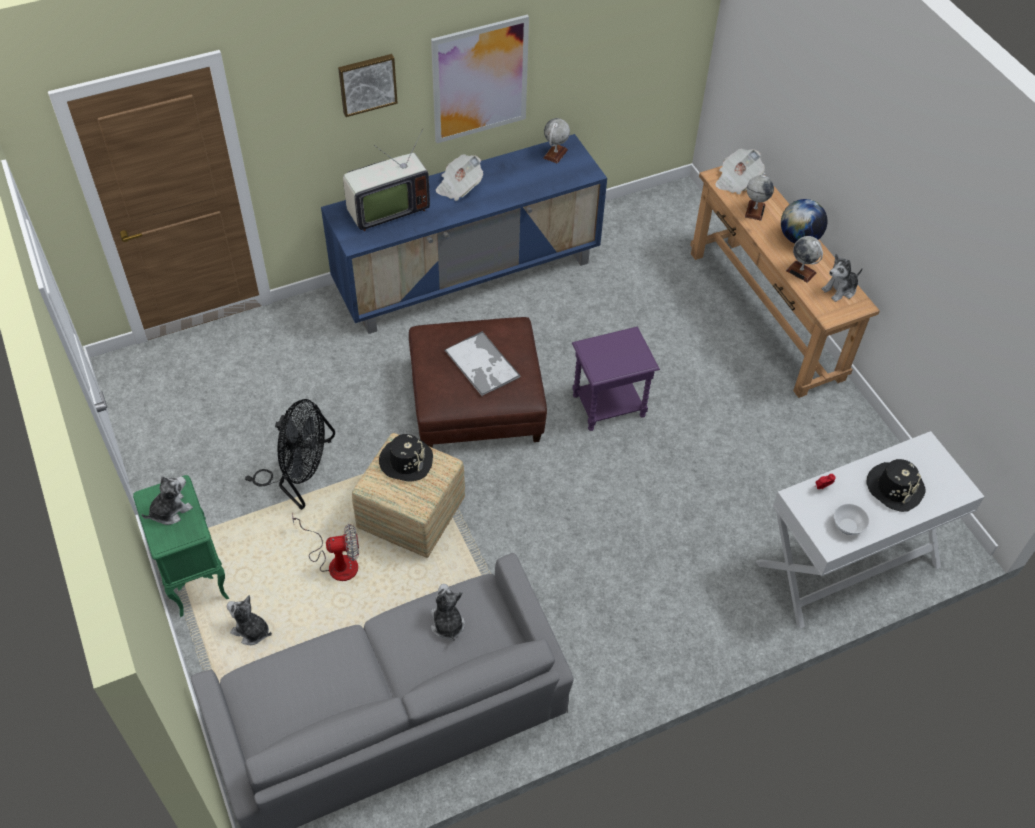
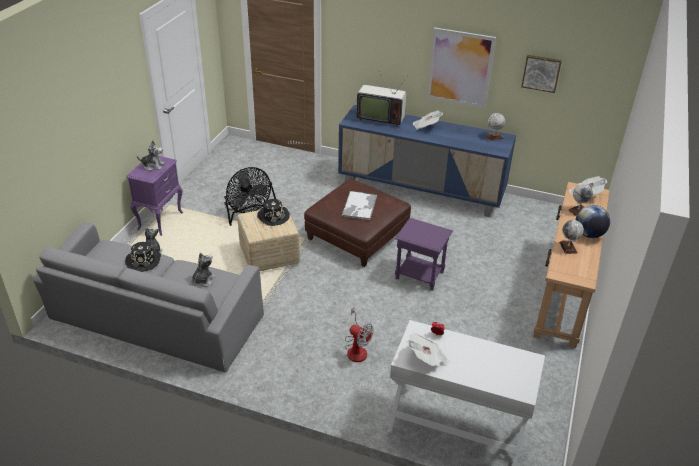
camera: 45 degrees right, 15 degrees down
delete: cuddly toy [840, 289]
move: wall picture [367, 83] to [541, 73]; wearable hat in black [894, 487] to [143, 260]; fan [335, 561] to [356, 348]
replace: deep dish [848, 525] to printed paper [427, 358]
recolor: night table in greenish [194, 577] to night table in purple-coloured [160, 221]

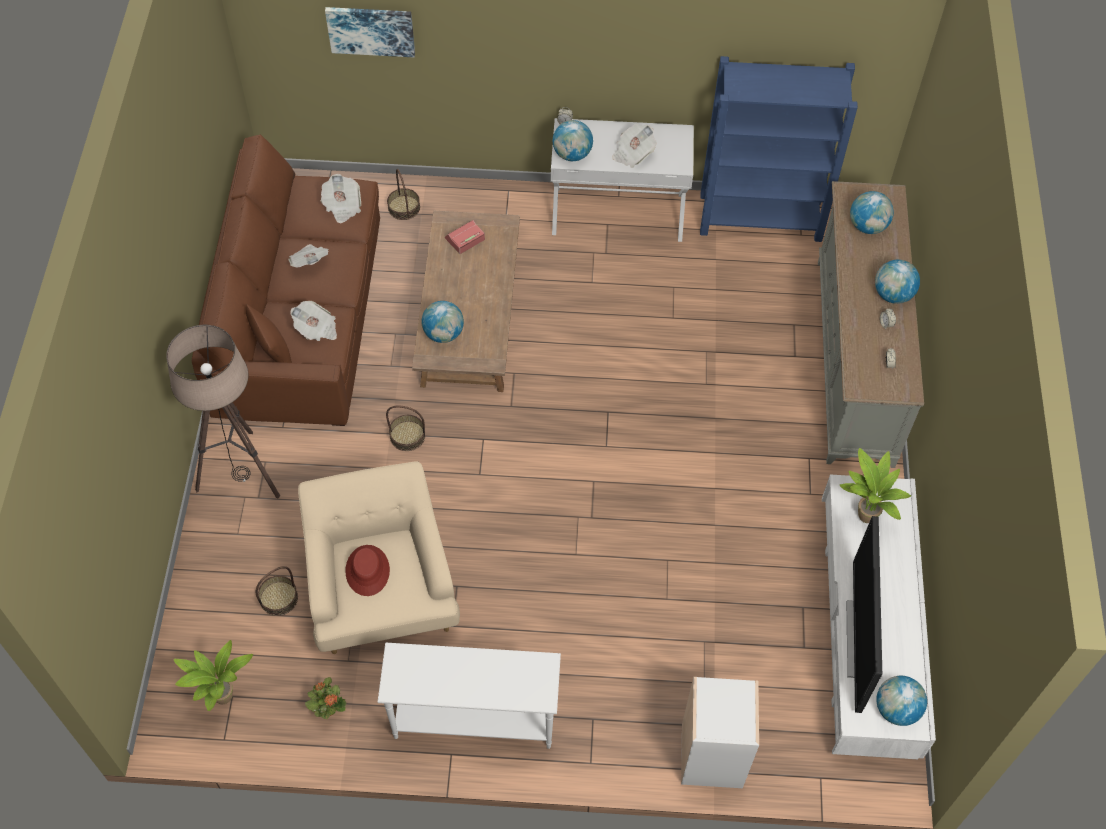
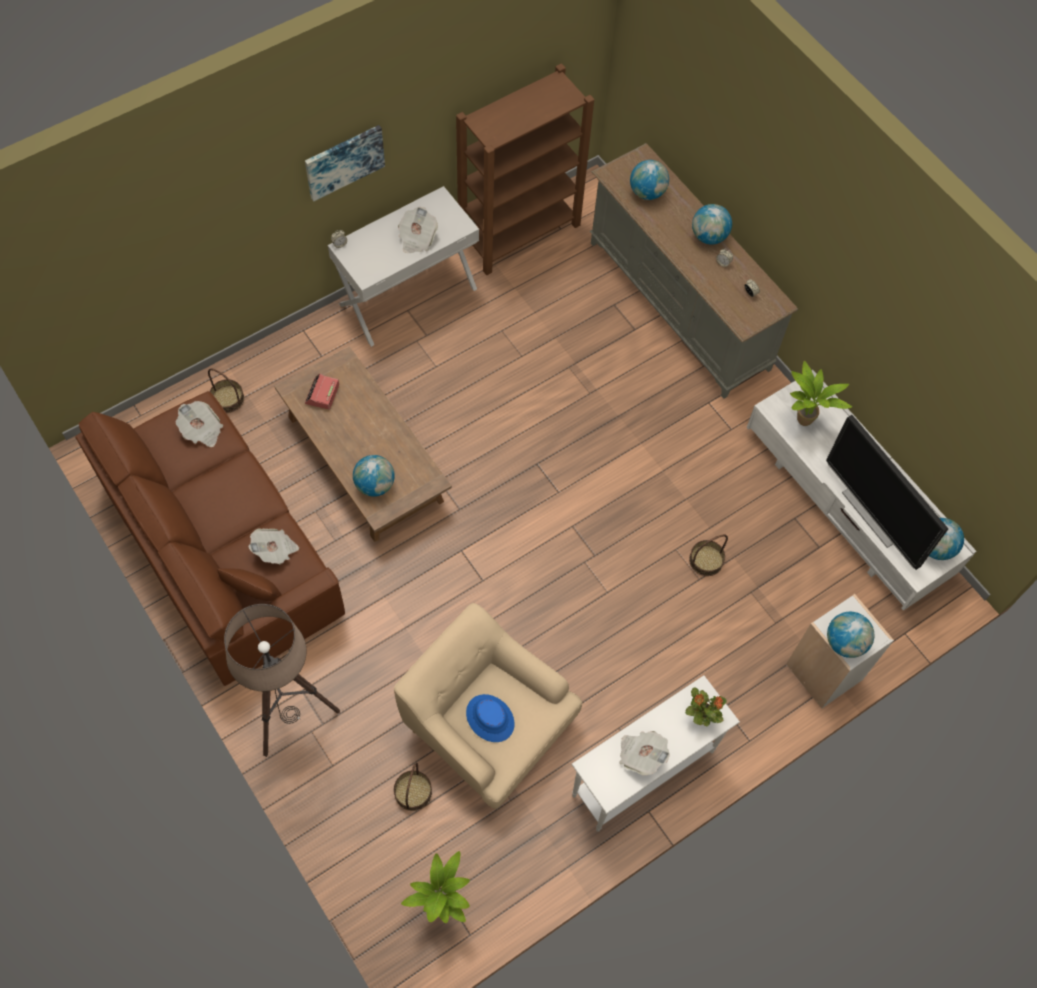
camera: 40 degrees left, 5 degrees up
move: wall picture [371, 30] to [344, 161]; desk globe [572, 154] to [845, 642]; printed paper [309, 262] to [641, 754]; storage basket [407, 436] to [706, 560]; plant in a pot [329, 709] to [701, 715]
recolor: bookshelf in bluish [760, 217] to bookshelf in brown-coloured [519, 232]; wearable hat in red [368, 570] to wearable hat in bluish [490, 718]

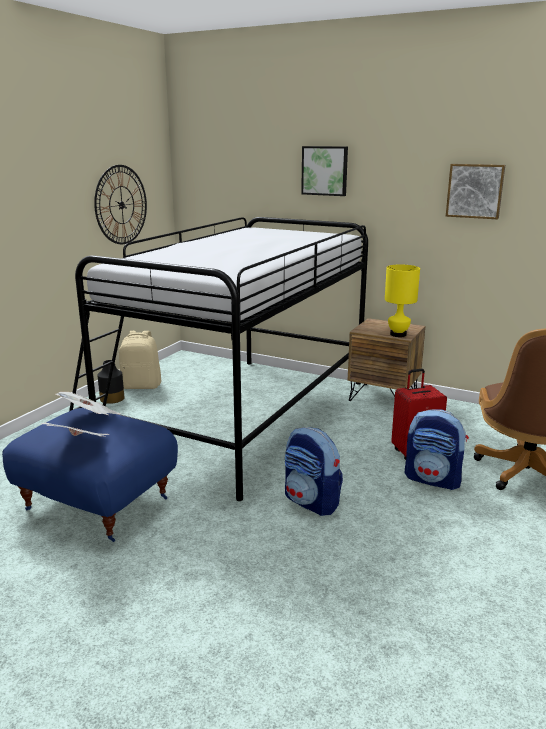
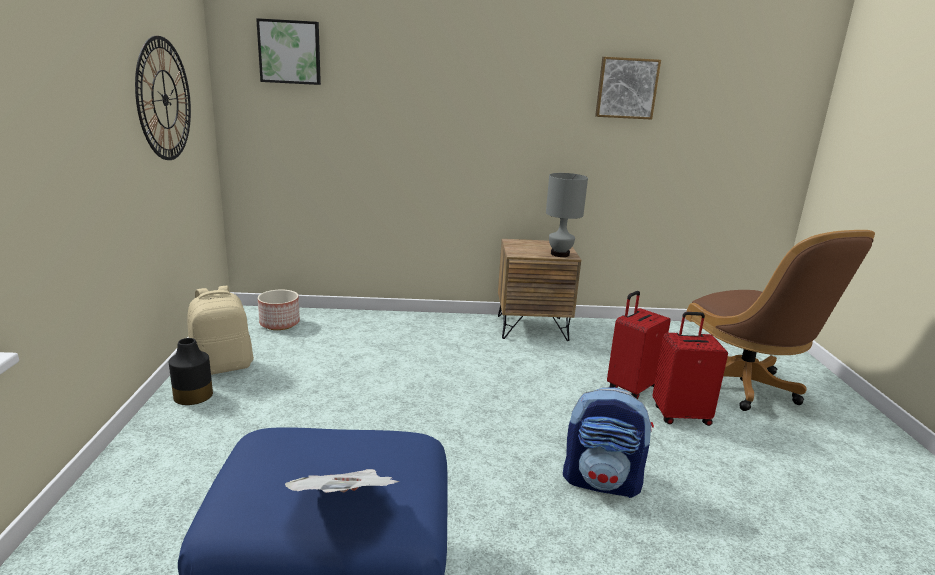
camera: 30 degrees left, 0 degrees up
delete: bedroom bed in black [240, 417]; printed paper [90, 418]
insert: flower pot [280, 323]
move: wall picture [325, 170] to [290, 52]
replace: rucksack [433, 479] to suitcase in red [680, 415]
recolor: tabletop lamp in yellowish [398, 334] to tabletop lamp in gray [560, 254]

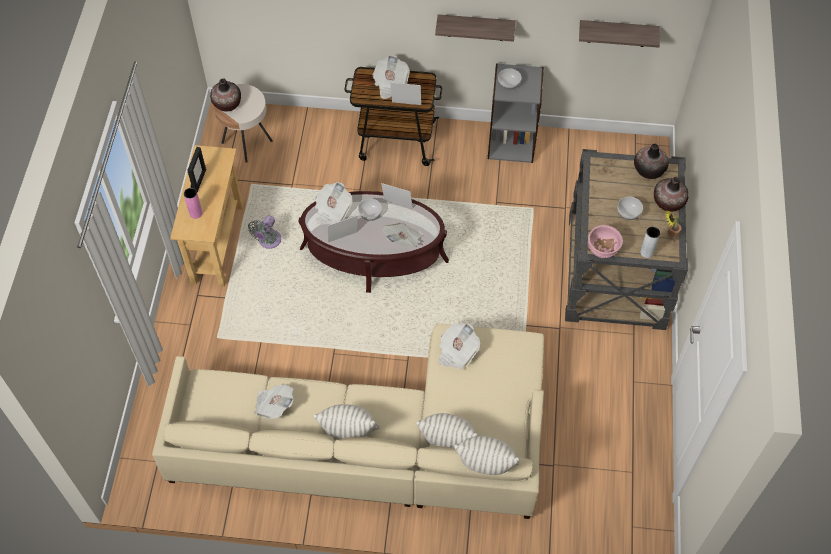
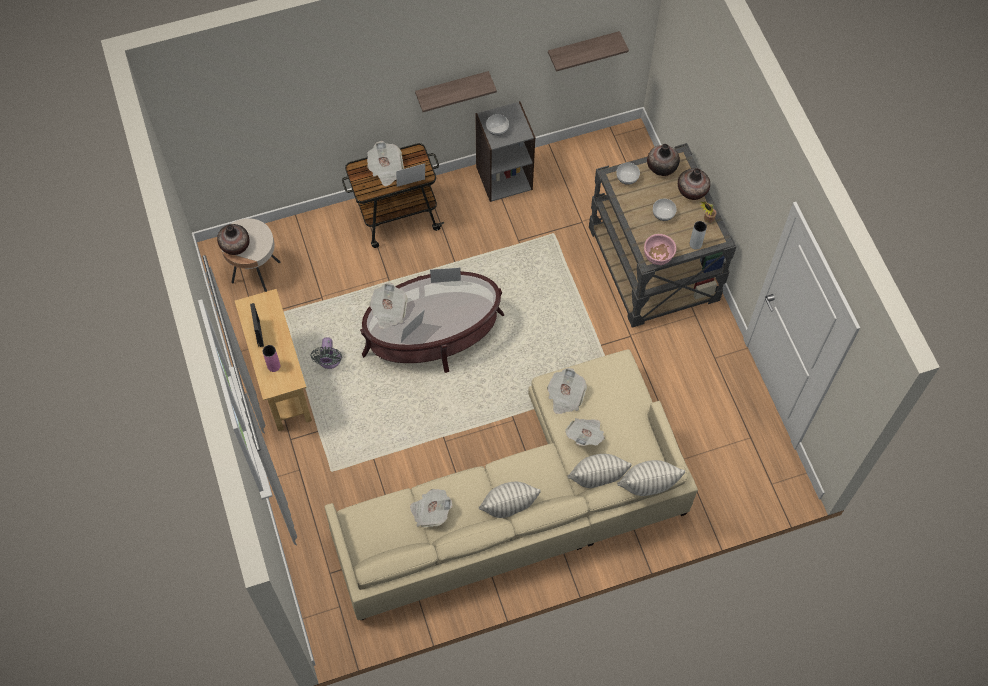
camera: 25 degrees left, 5 degrees up
move: deep dish [370, 214] to [626, 178]; printed paper [403, 240] to [585, 435]

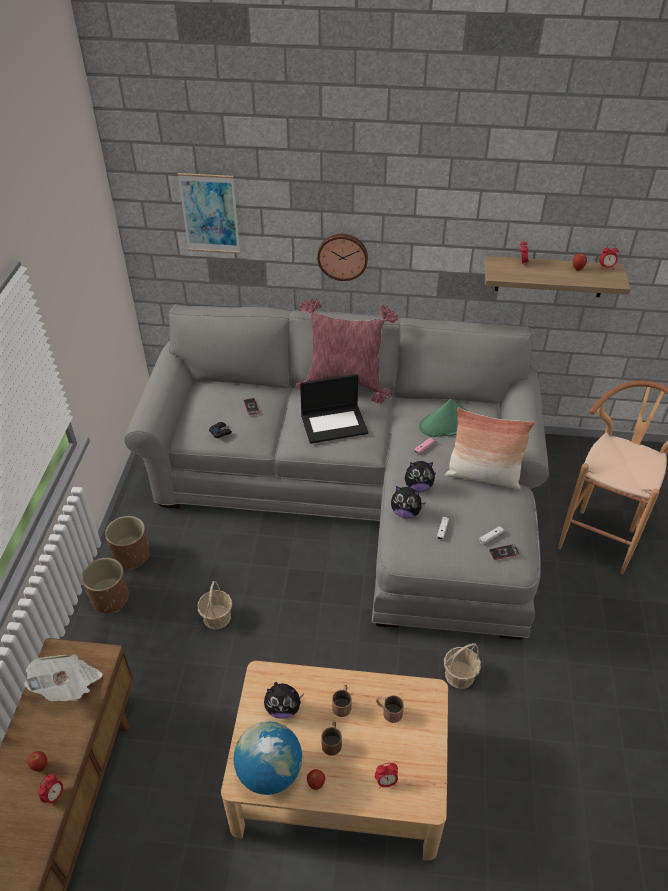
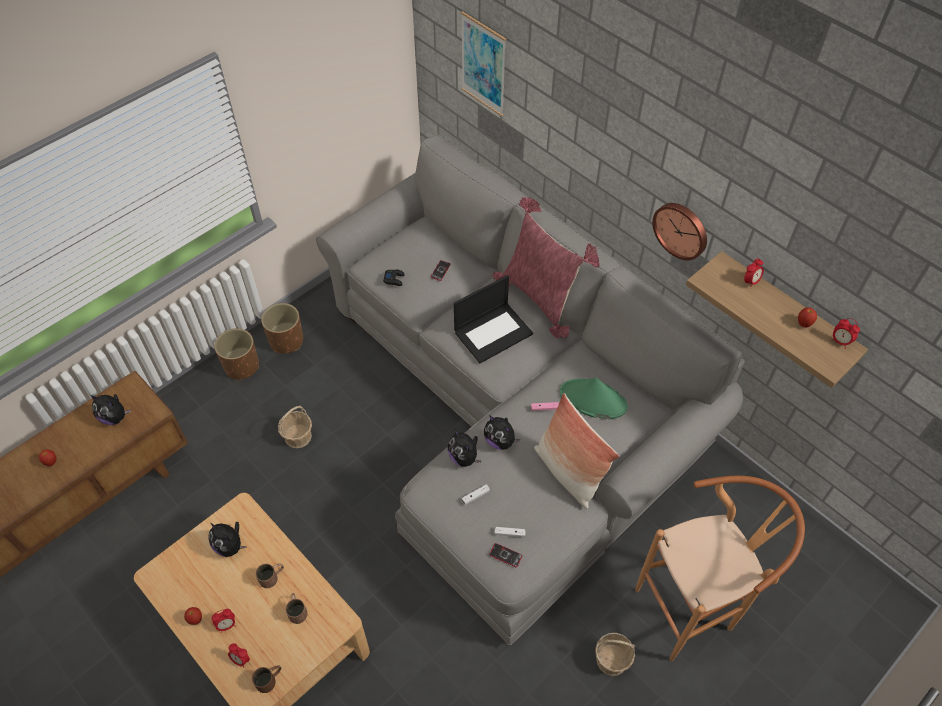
camera: 40 degrees right, 10 degrees up
delete: desk globe [269, 771]
move: wall clock [342, 256] to [681, 229]; storage basket [460, 675] to [612, 660]; mug in brown-coloured [332, 740] to [269, 679]; bedside clock [54, 796] to [227, 625]
replace: printed paper [68, 685] to cuddly toy [115, 417]
rotate: portable computer [334, 423] = [493, 332] 60 degrees counterclockwise

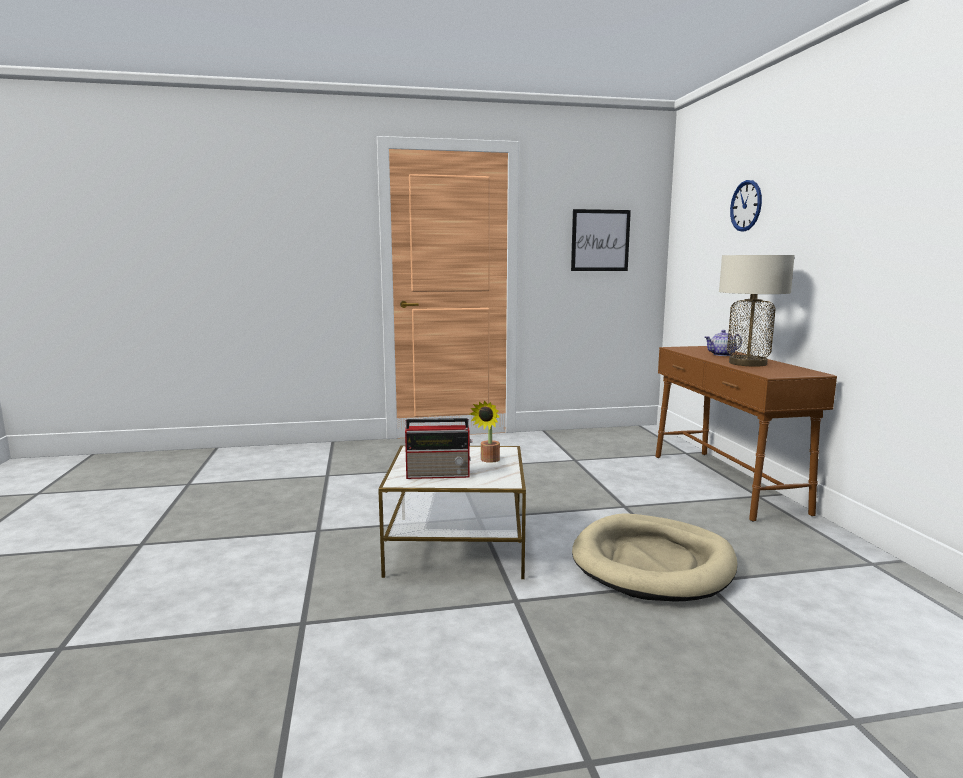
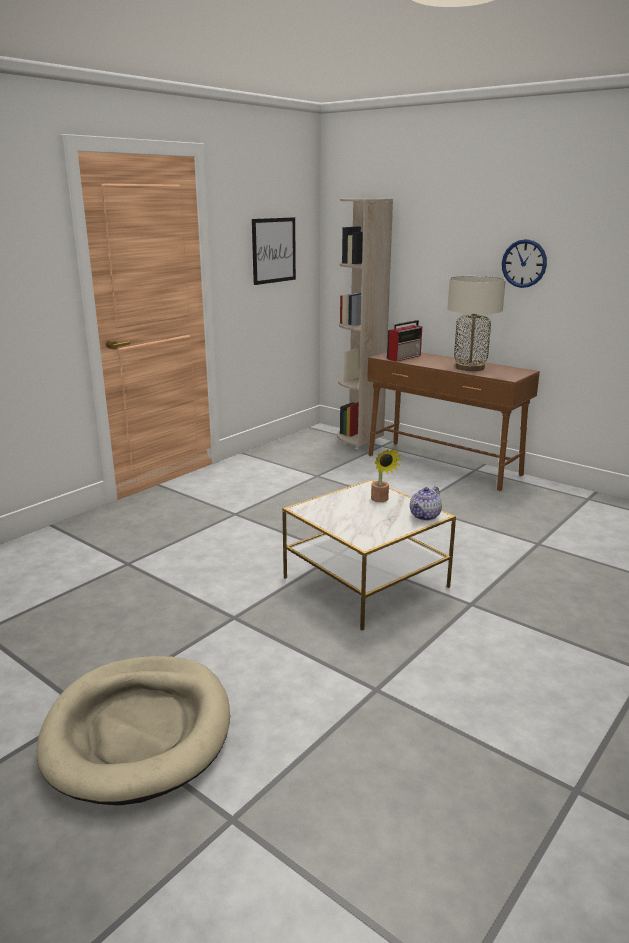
camera: 40 degrees left, 10 degrees up
insert: bookshelf in beige [356, 442]
move: wall clock [746, 206] to [524, 263]; pot for tea [722, 354] to [425, 516]; radio [439, 474] to [404, 357]; dog bed in beige [653, 563] to [139, 731]

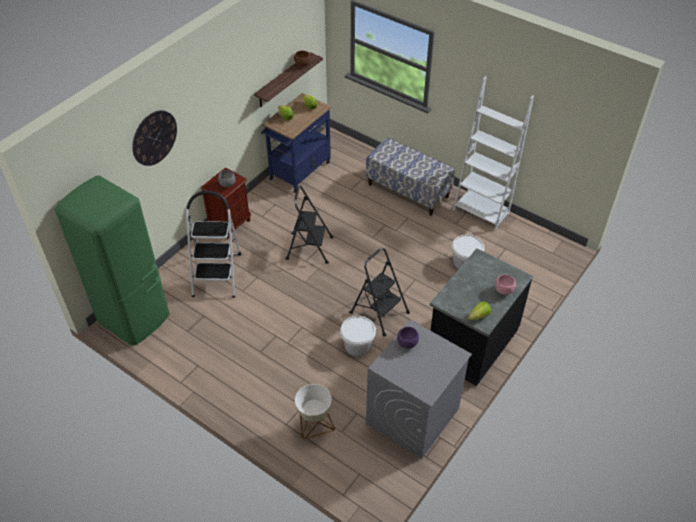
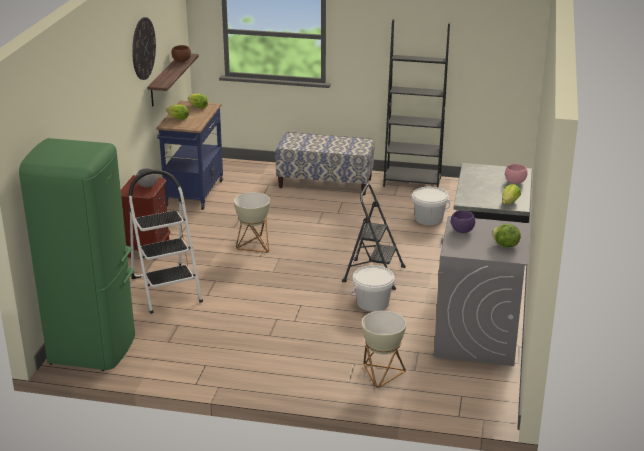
camera: 25 degrees left, 20 degrees down
insert: lettuce [505, 245]
move: wall clock [154, 138] to [143, 48]
replace: stepladder in black [308, 247] to flower pot [253, 246]
recolor: bookshelf in white-coloured [481, 211] to bookshelf in black [412, 182]

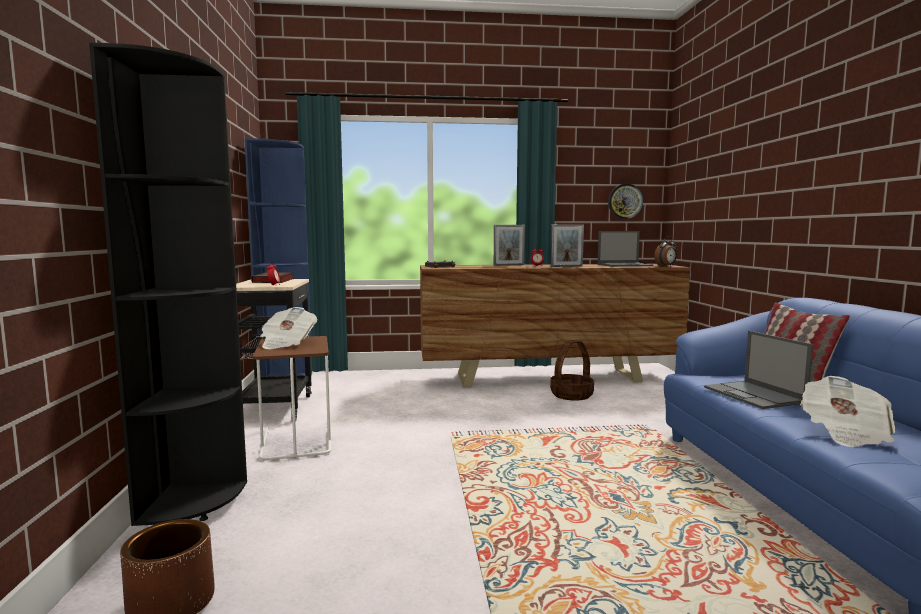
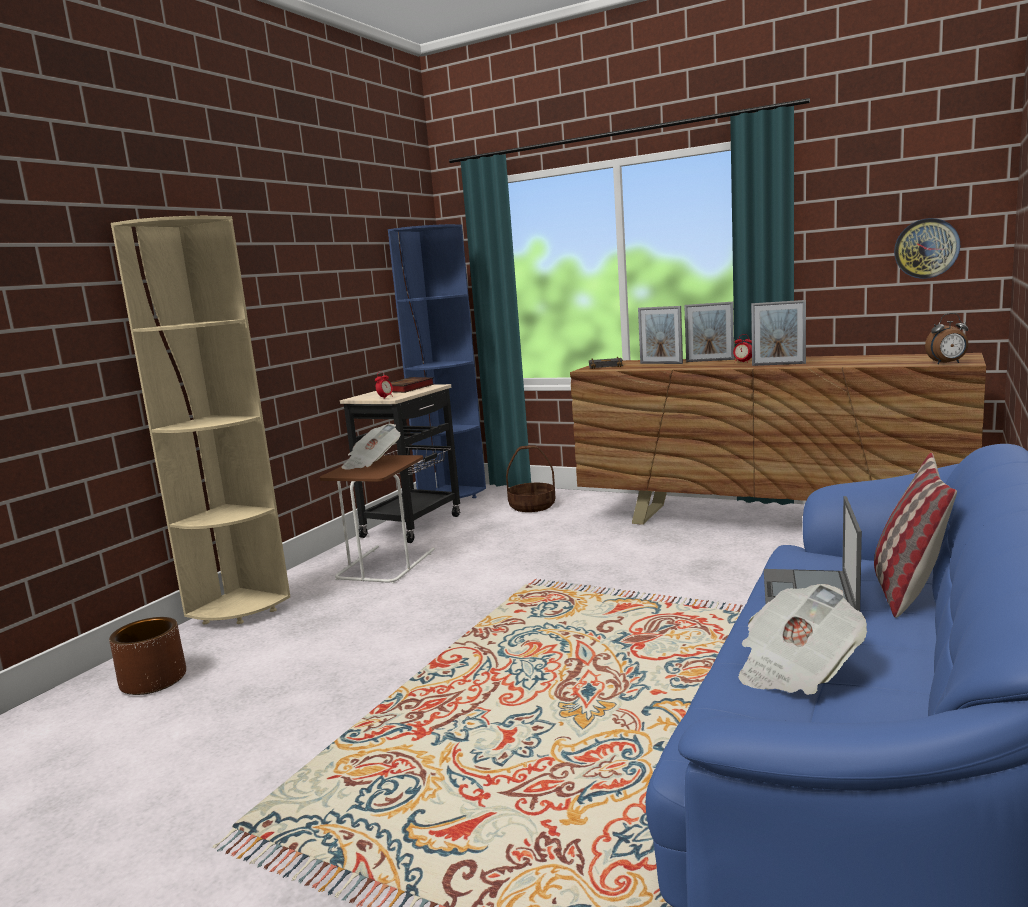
camera: 35 degrees right, 5 degrees up
delete: portable computer [625, 265]
insert: picture frame [661, 363]
move: storage basket [571, 395] to [532, 506]
recolor: bookshelf in black [192, 512] to bookshelf in beige [240, 615]

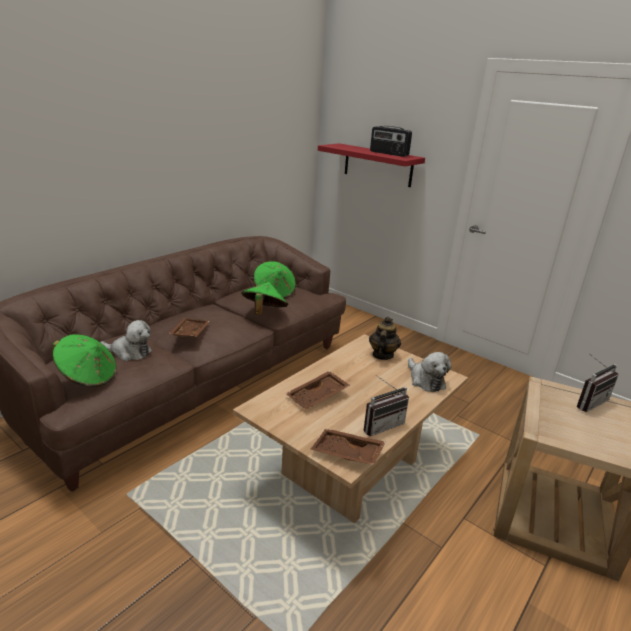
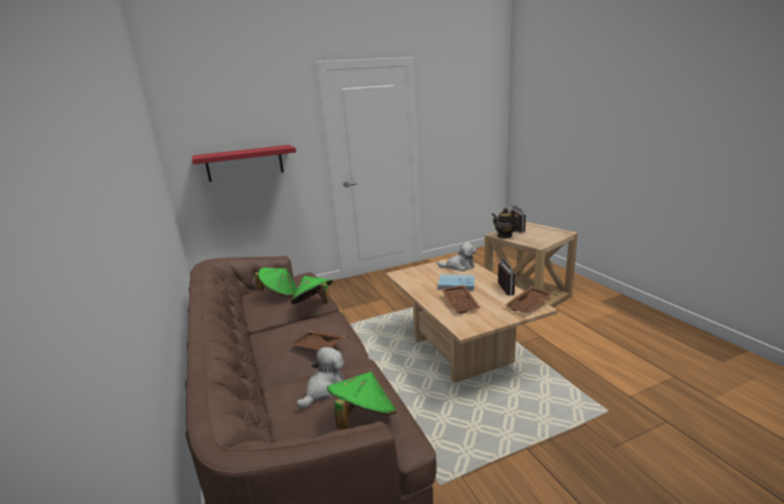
camera: 60 degrees left, 5 degrees down
delete: radio [388, 153]
insert: volume in bluish [456, 284]
move: pot for tea [382, 355] to [504, 236]

